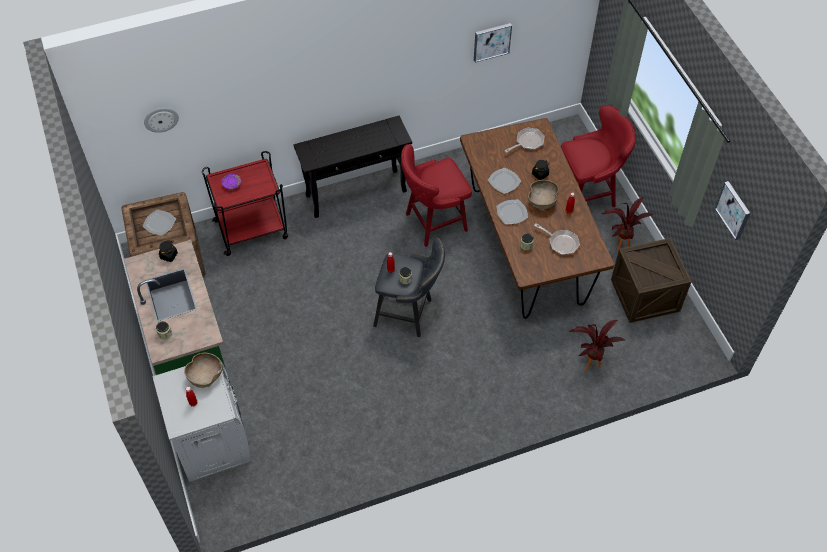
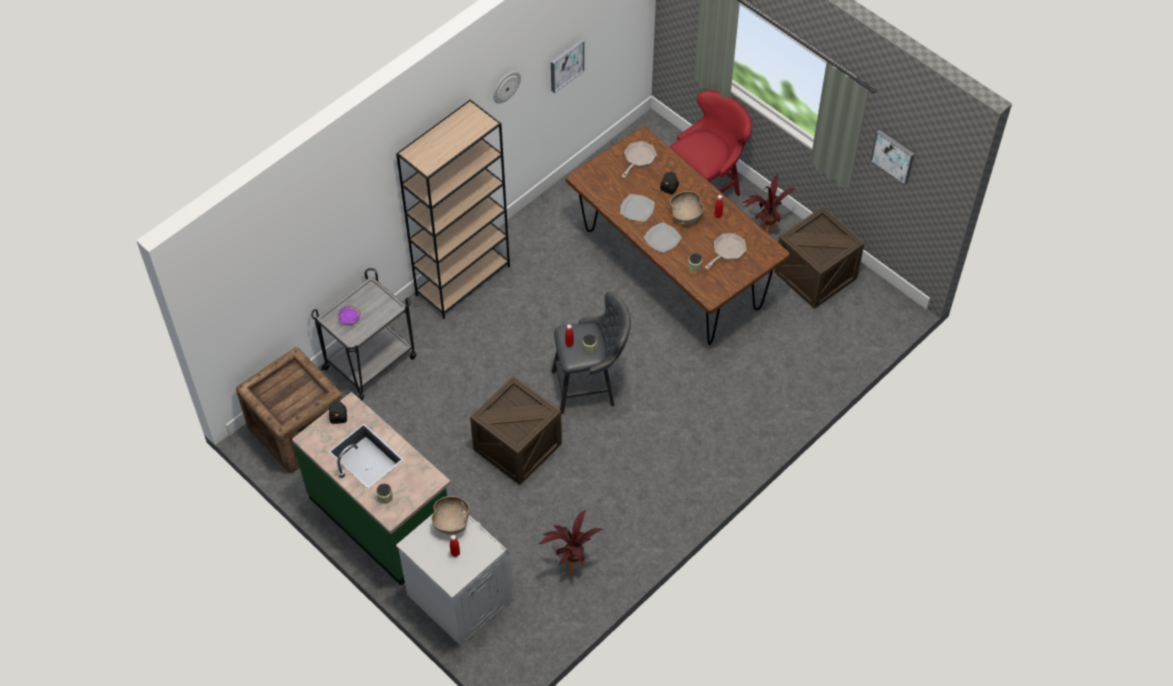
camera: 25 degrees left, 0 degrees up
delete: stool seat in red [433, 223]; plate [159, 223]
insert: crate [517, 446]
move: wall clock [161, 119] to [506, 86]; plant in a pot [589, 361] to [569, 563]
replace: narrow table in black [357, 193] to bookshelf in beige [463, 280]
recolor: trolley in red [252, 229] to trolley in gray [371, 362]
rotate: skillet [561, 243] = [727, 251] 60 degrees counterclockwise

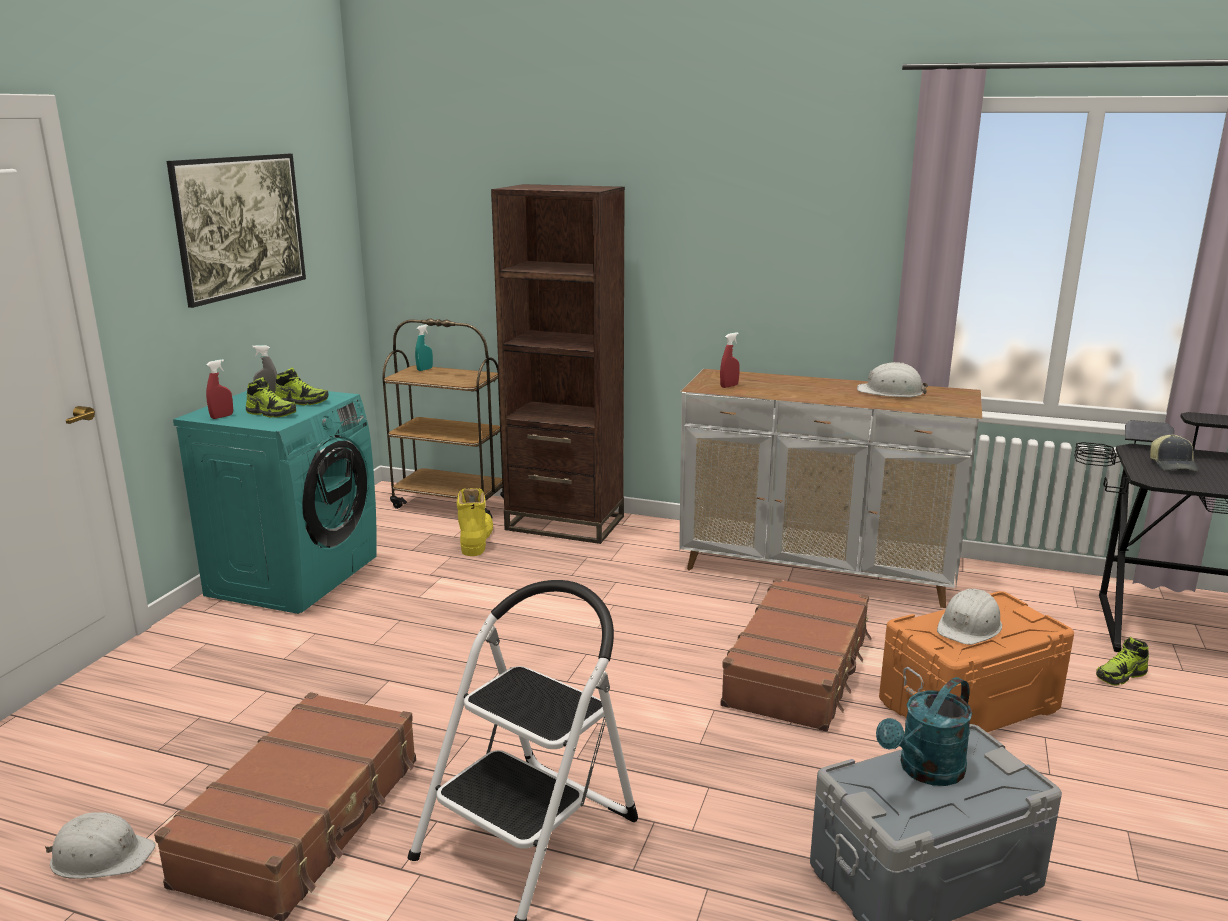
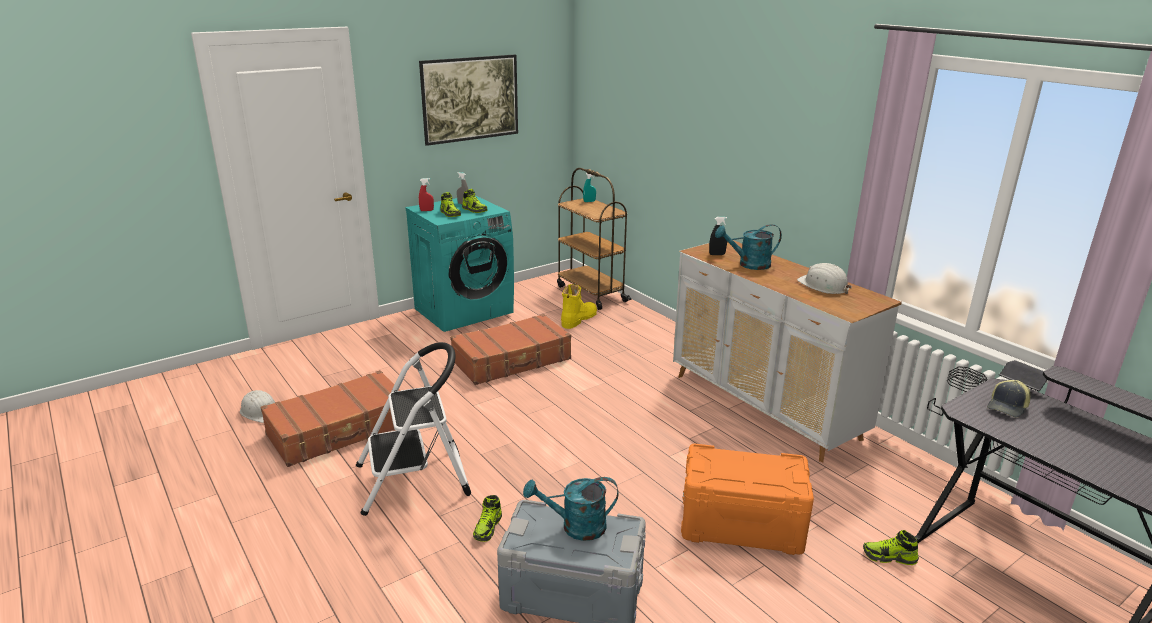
camera: 35 degrees right, 5 degrees up
delete: bookshelf in brown-coloured [565, 523]; work helmet in white-coloured [969, 626]
insert: watering can in turquoise-coloured [748, 265]; shoe [488, 528]
move: suitcase in brown-coloured [799, 670] to [512, 360]
recolor: hand sprayer in red [729, 386] to hand sprayer in black [717, 254]

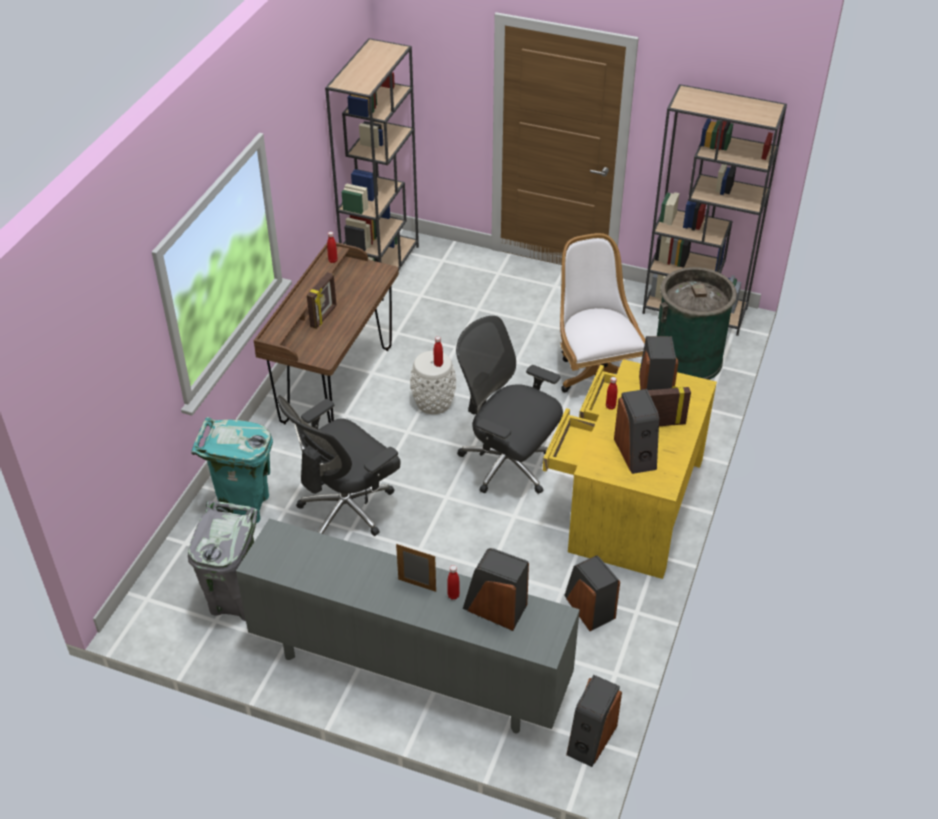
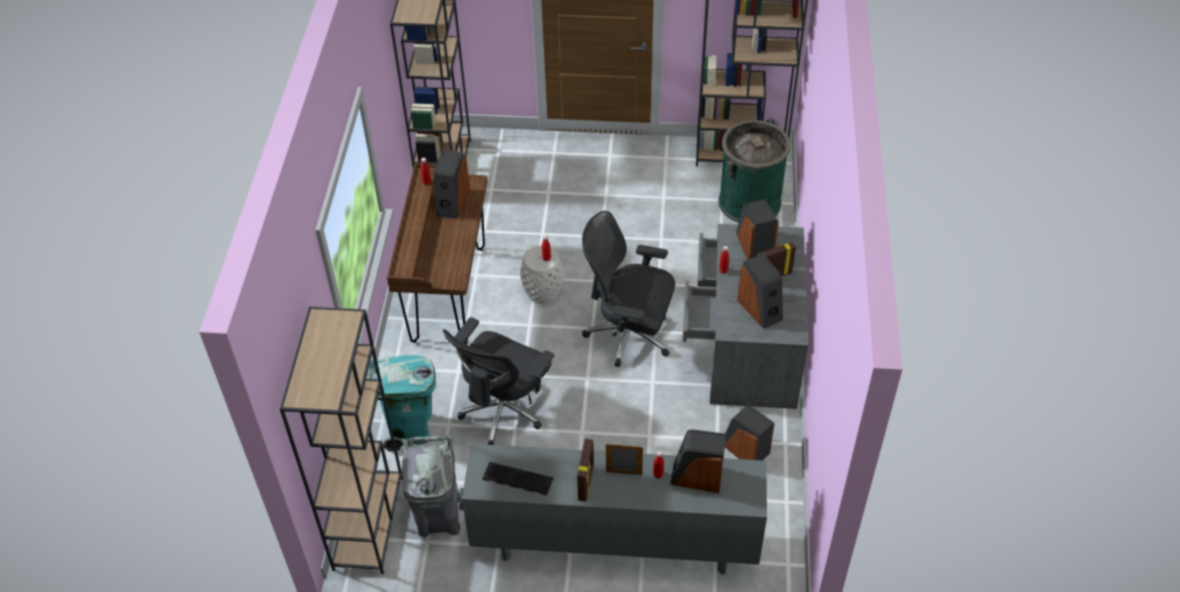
camera: 15 degrees left, 5 degrees up
delete: desk chair in white-coloured [593, 373]
insert: bookshelf [368, 522]; computer keyboard [516, 479]
move: picture frame [324, 316] to [586, 482]; audio speaker [591, 739] to [452, 202]
recolor: desk unit in yellowish [626, 502] to desk unit in gray [743, 347]

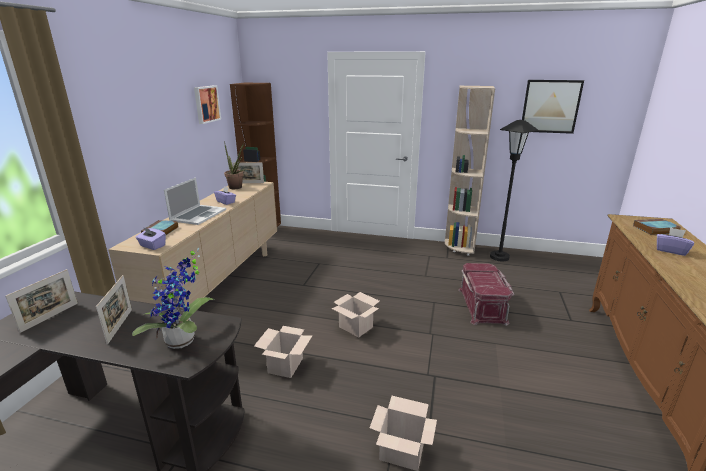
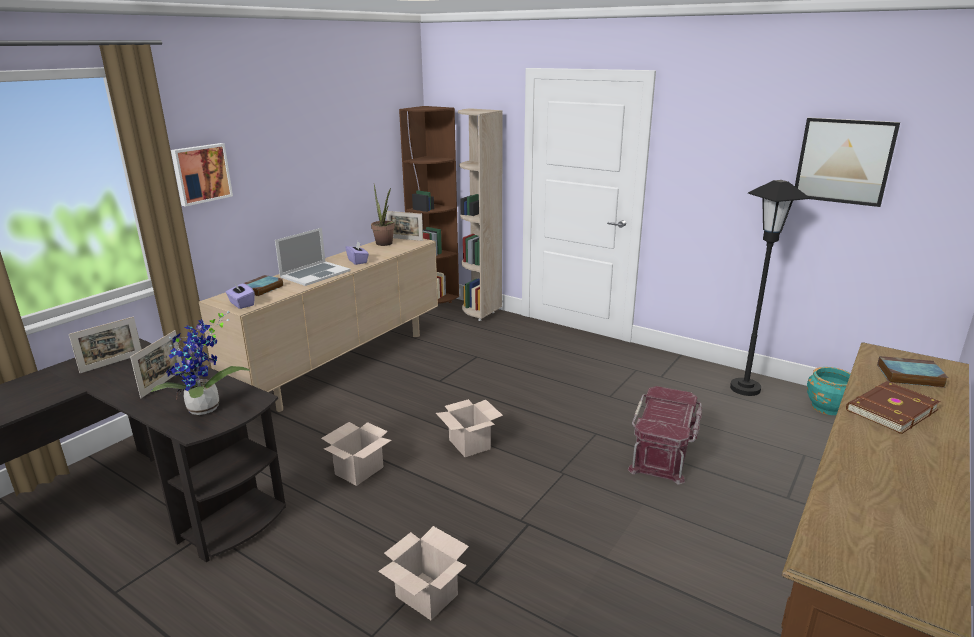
camera: 20 degrees right, 0 degrees up
insert: flower pot in turquoise-coloured [827, 407]
move: wall picture [206, 104] to [201, 173]; bookshelf in beige [459, 249] to [478, 313]
replace: box of tissues in purple-coloured [670, 250] to volume in brown-coloured [889, 409]

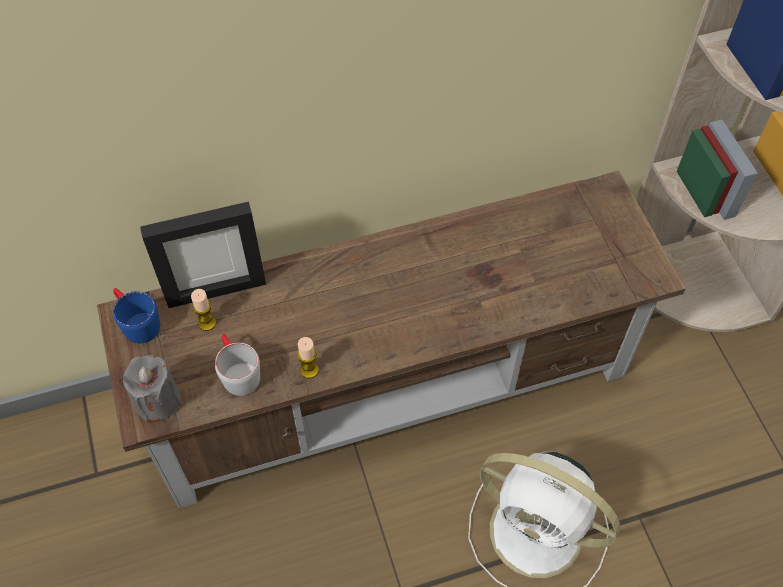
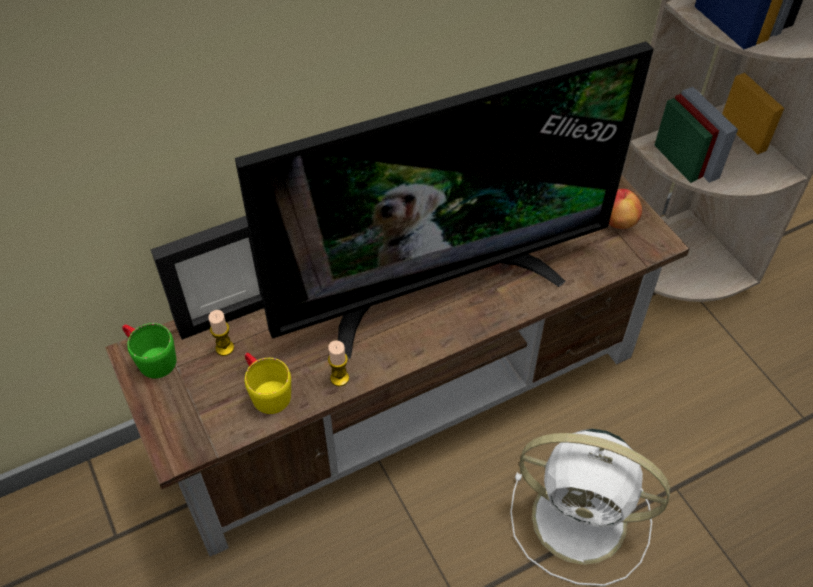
camera: 10 degrees left, 5 degrees down
delete: wax light in gray [158, 401]
insert: television [437, 287]; apple fruit [618, 221]
recolor: mug in bluish [136, 322] to mug in greenish [150, 358]; mug in gray [237, 372] to mug in yellowish [266, 391]

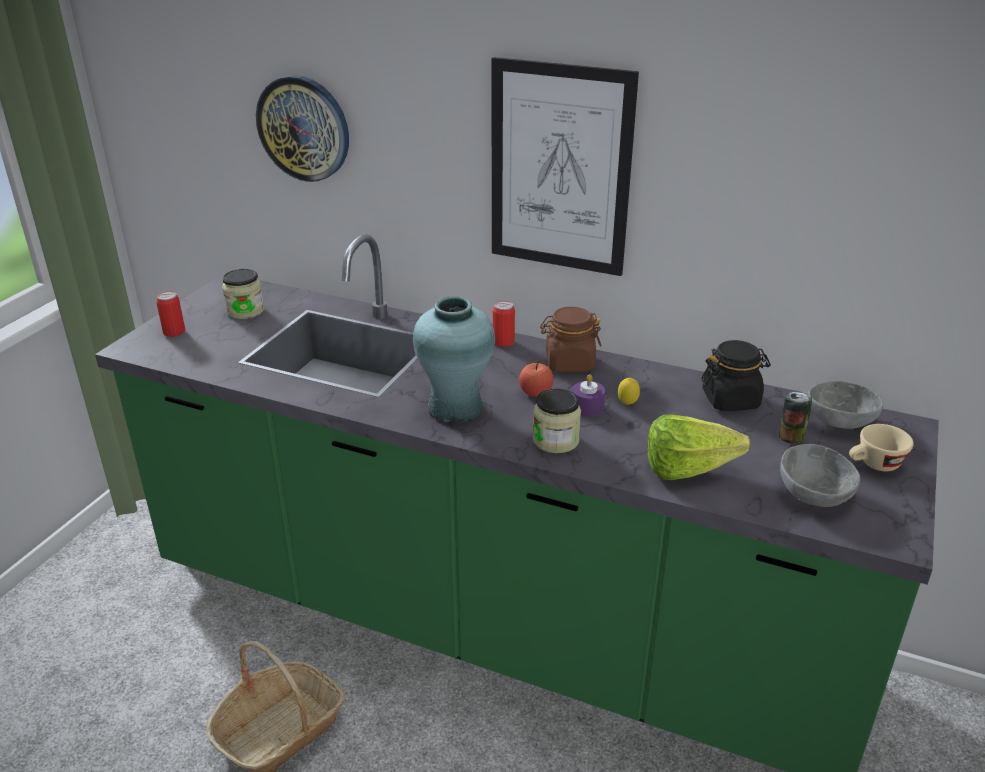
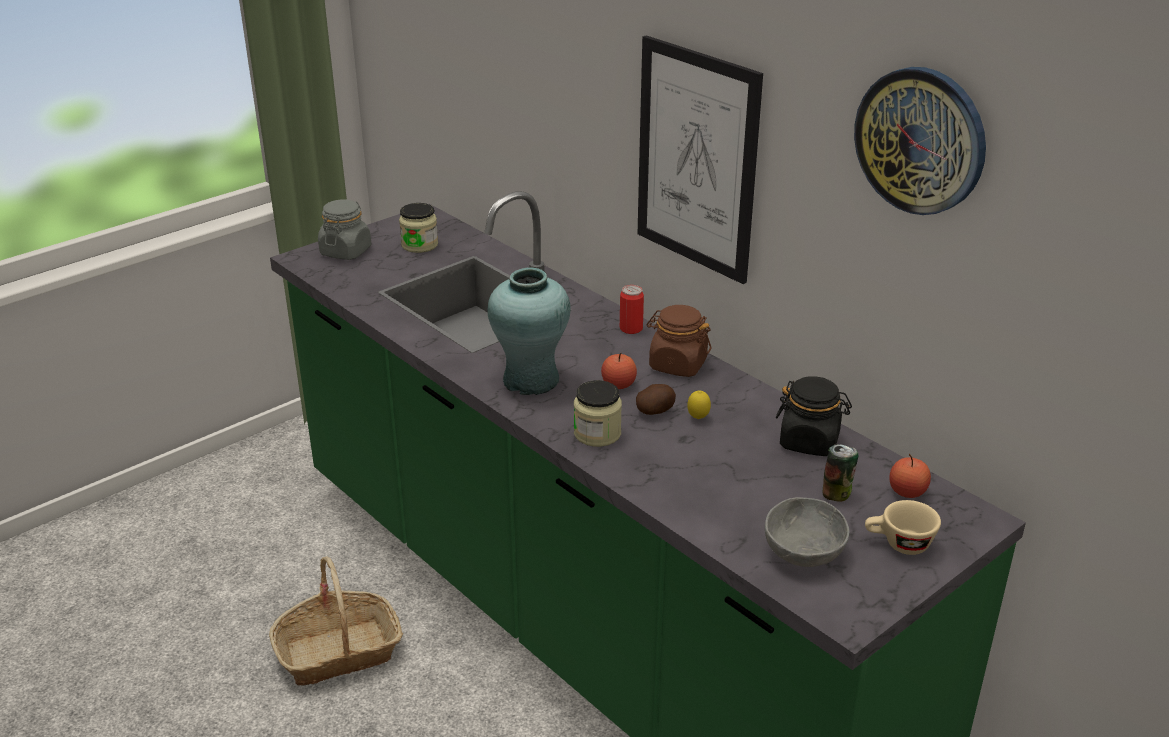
camera: 25 degrees right, 0 degrees up
delete: lettuce [696, 471]
move: wall clock [304, 128] to [920, 140]
replace: metal can [174, 332] to jar in gray [346, 251]; wax light in purple-coloured [587, 407] to whole potato [655, 411]; deep dish in gray [838, 420] to apple fruit [907, 492]

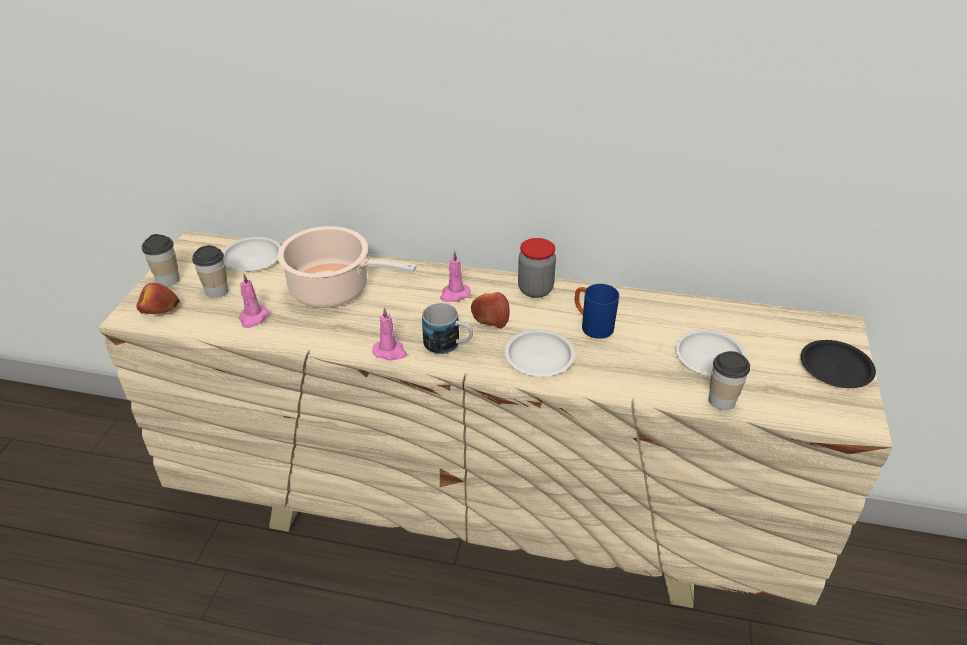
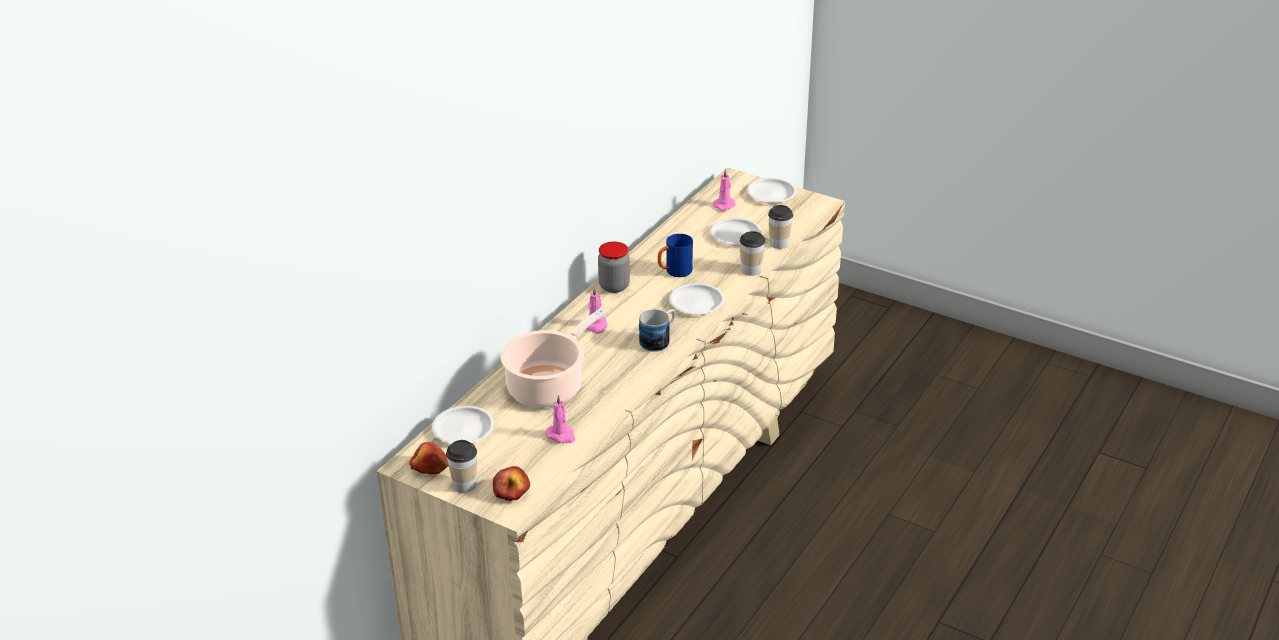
camera: 70 degrees left, 5 degrees down
move: small cup [217, 291] to [751, 270]; apple fruit [490, 317] to [429, 468]; wax light in pink [390, 352] to [725, 205]
recolor: plate in black [836, 368] to plate in white-coloured [771, 194]

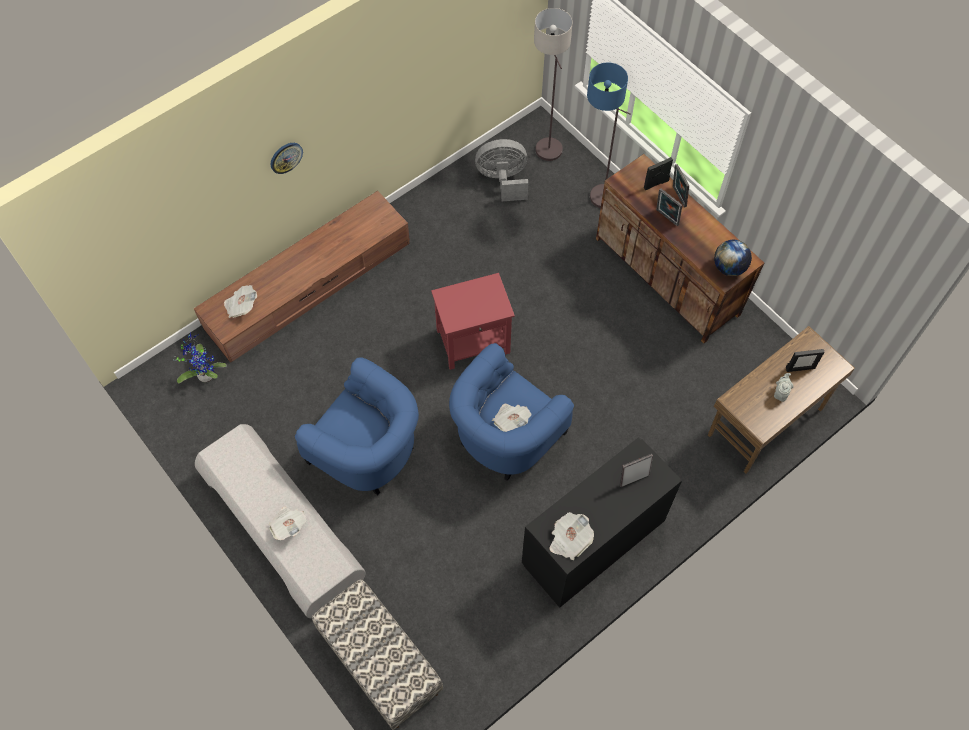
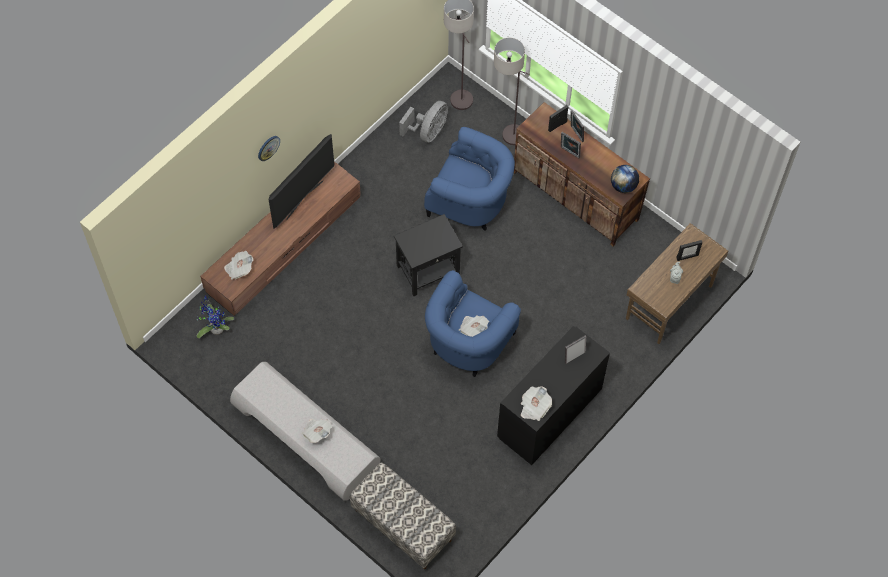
camera: 10 degrees left, 0 degrees up
insert: television [304, 199]
move: easy chair in bluish [367, 453] to [470, 202]
recolor: standing lamp in bluish [595, 194] to standing lamp in gray [507, 133]; side table in red [473, 342] to side table in black [428, 271]
rotate: fan in gray [503, 180] = [428, 132] 135 degrees clockwise

